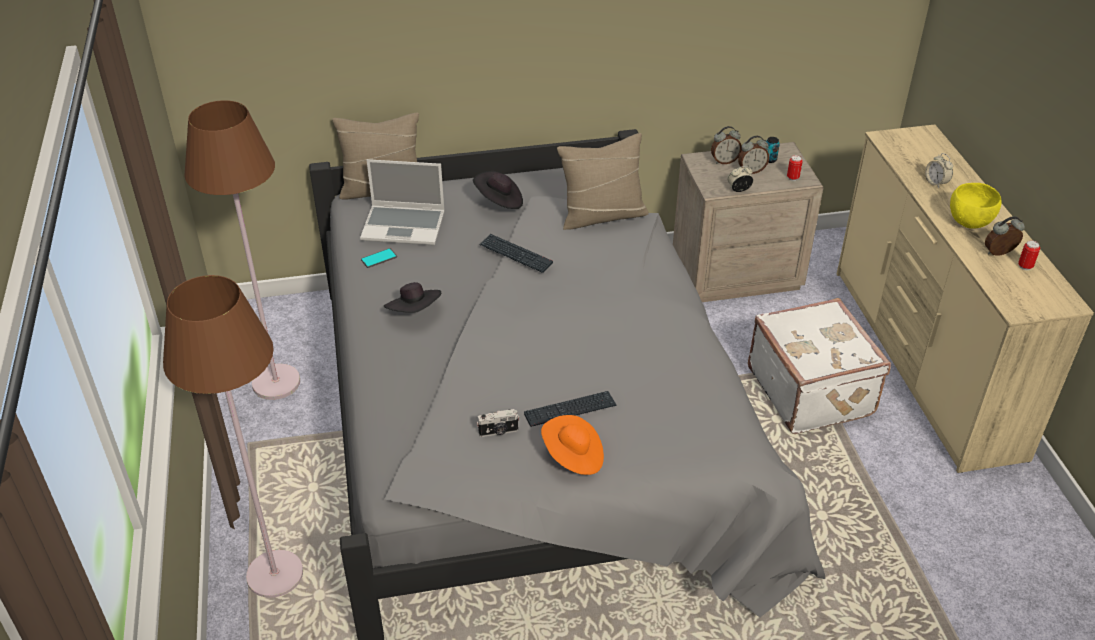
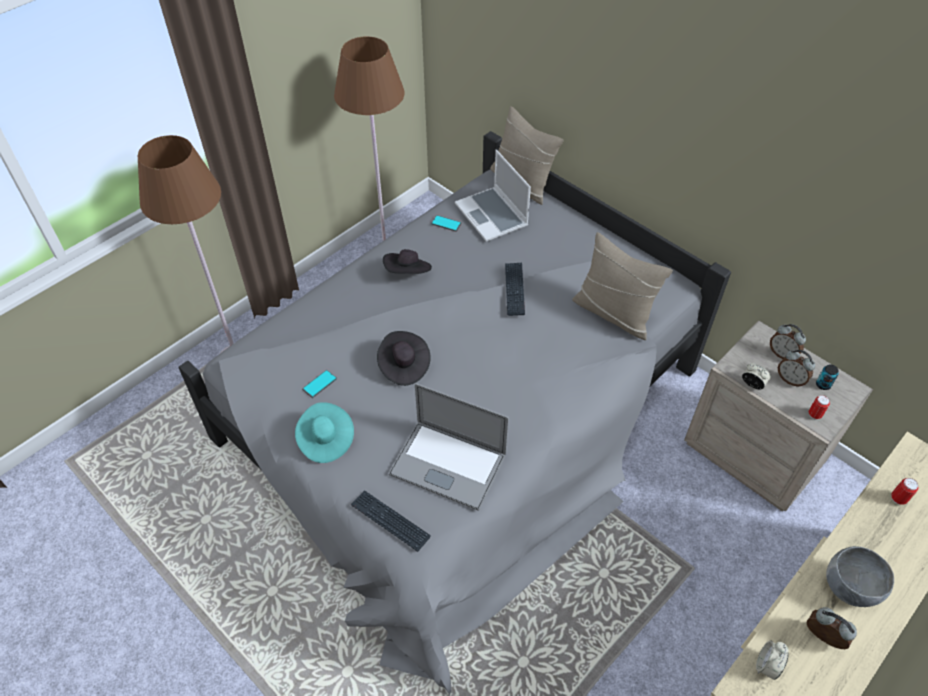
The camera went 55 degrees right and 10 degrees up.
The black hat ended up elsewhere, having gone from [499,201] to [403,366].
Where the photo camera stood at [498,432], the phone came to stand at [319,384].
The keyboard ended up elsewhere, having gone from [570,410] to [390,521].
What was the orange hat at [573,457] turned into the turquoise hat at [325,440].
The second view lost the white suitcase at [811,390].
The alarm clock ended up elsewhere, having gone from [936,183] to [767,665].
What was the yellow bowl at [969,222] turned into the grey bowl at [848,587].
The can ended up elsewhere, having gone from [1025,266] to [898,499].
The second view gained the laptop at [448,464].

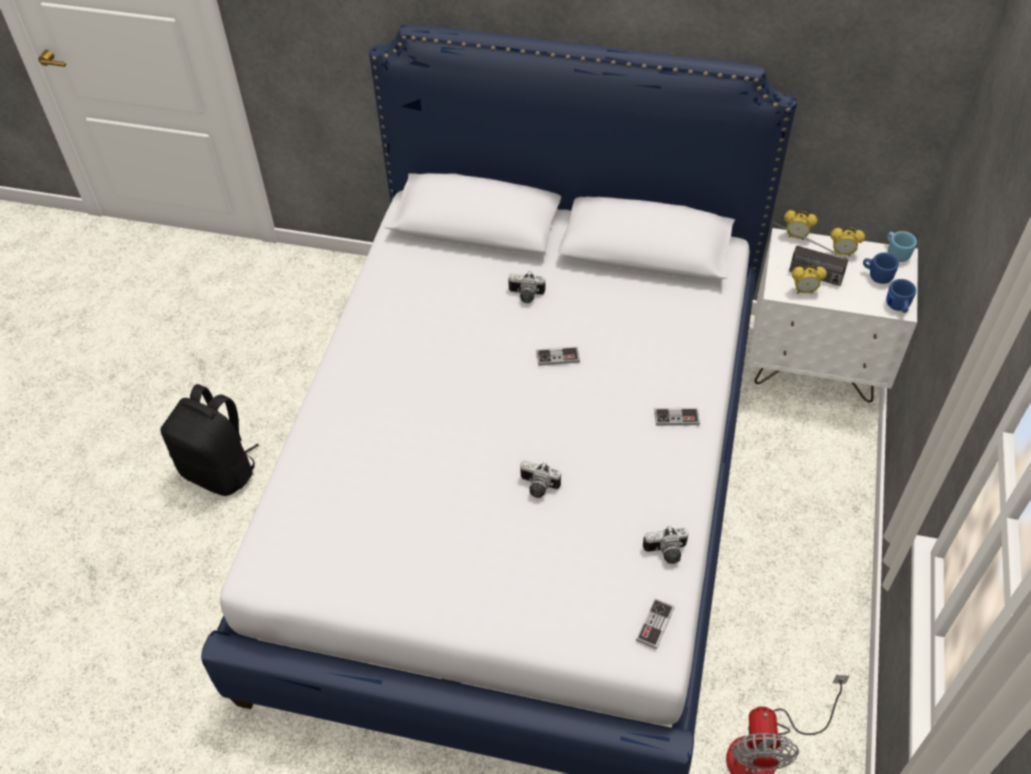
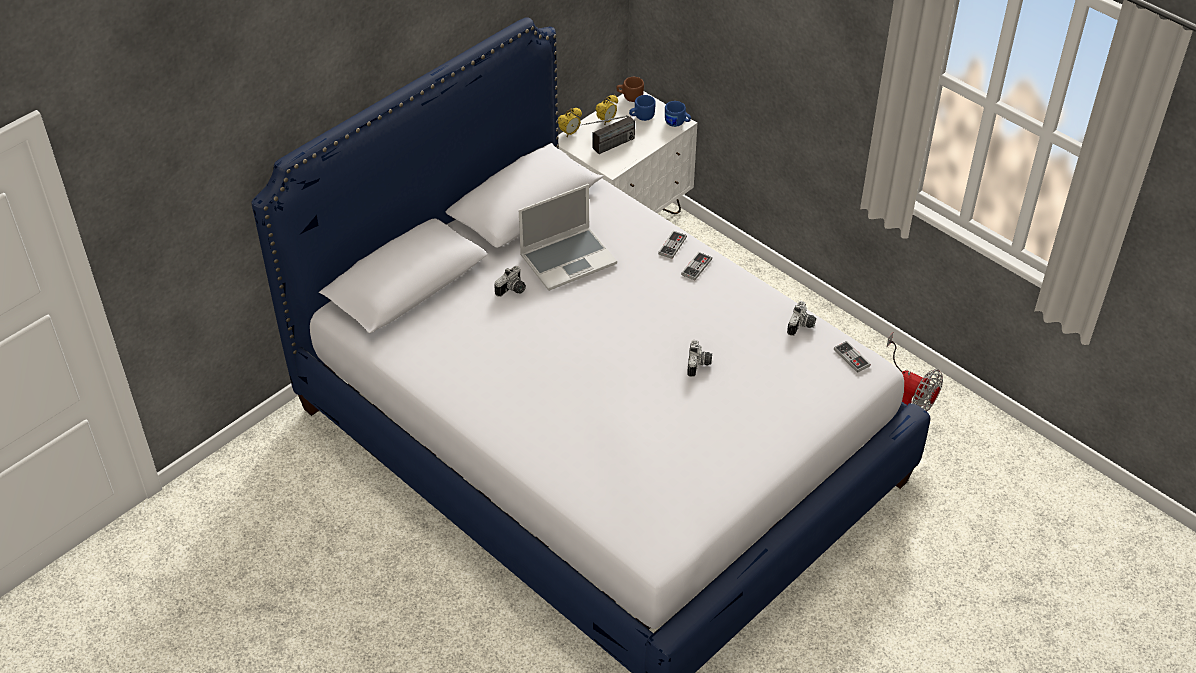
The camera went 60 degrees left and 5 degrees down.
The second view lost the black backpack at [220,470].
The photo camera at [537,487] ended up facing another way, 45 degrees counterclockwise from before.
The game controller ended up elsewhere, having gone from [558,357] to [672,246].
The second view lost the alarm clock at [804,291].
What was the blue mug at [896,253] turned into the brown mug at [630,97].
The second view gained the laptop at [568,259].

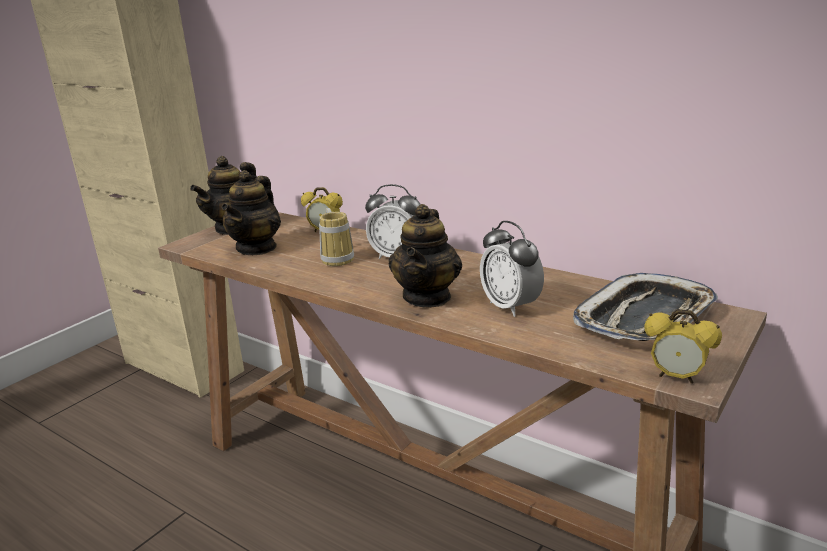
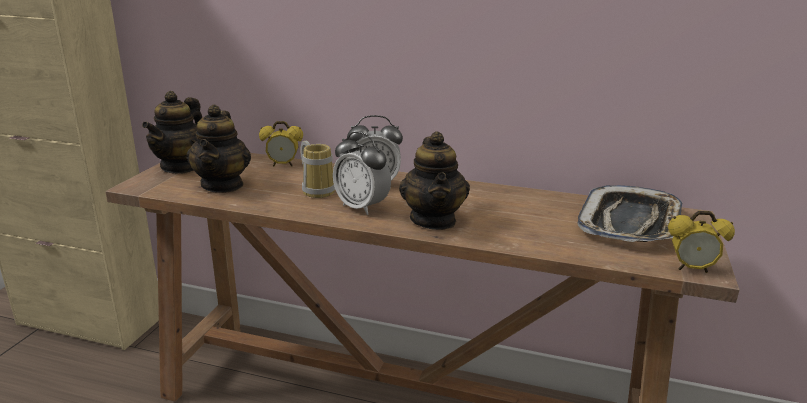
The camera went 20 degrees left and 0 degrees up.
The alarm clock ended up elsewhere, having gone from [510,306] to [362,207].

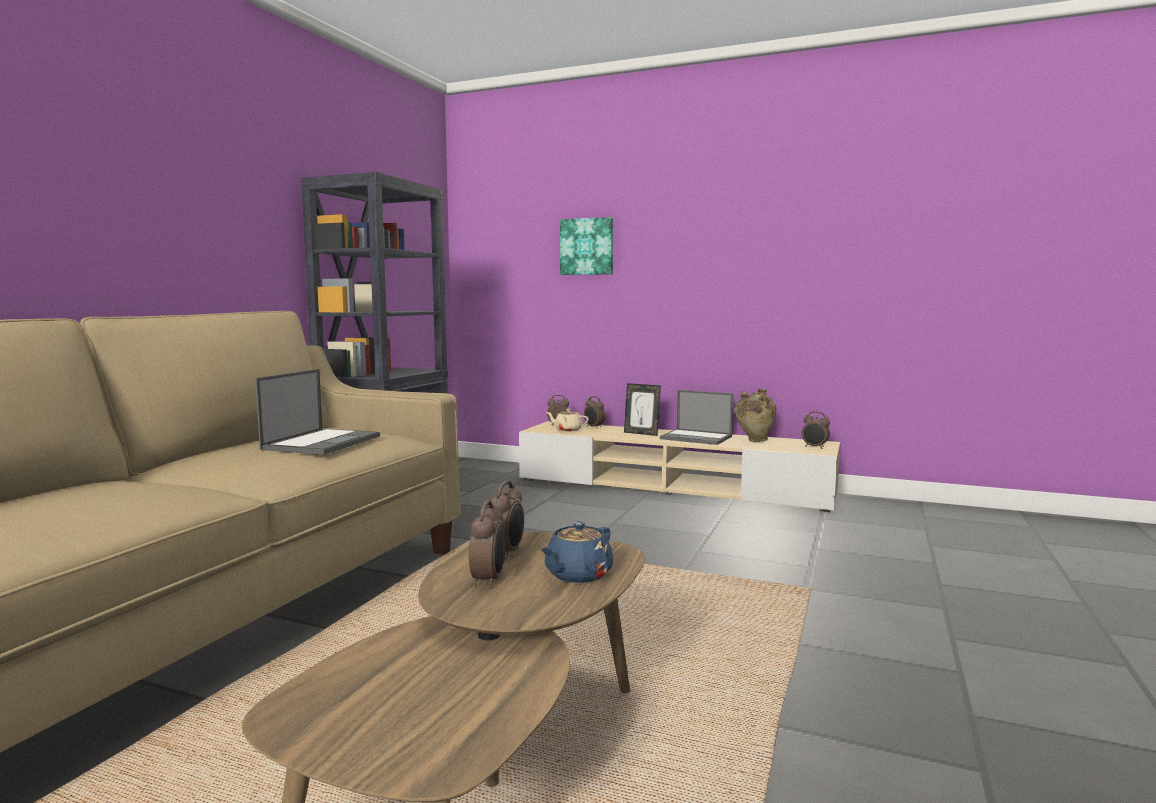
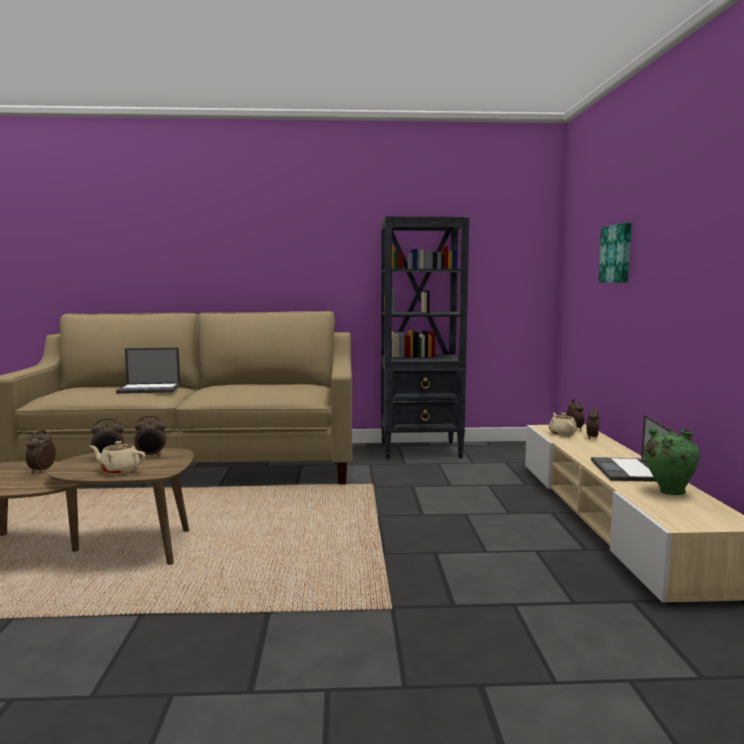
The camera went 65 degrees right and 0 degrees up.
The laptop ended up elsewhere, having gone from [322,442] to [150,389].
What was the blue teapot at [577,575] turned into the beige teapot at [119,470].
The second view lost the picture frame at [641,433].
What was the beige vase at [754,440] turned into the green vase at [668,491].
The alarm clock ended up elsewhere, having gone from [814,447] to [41,471].

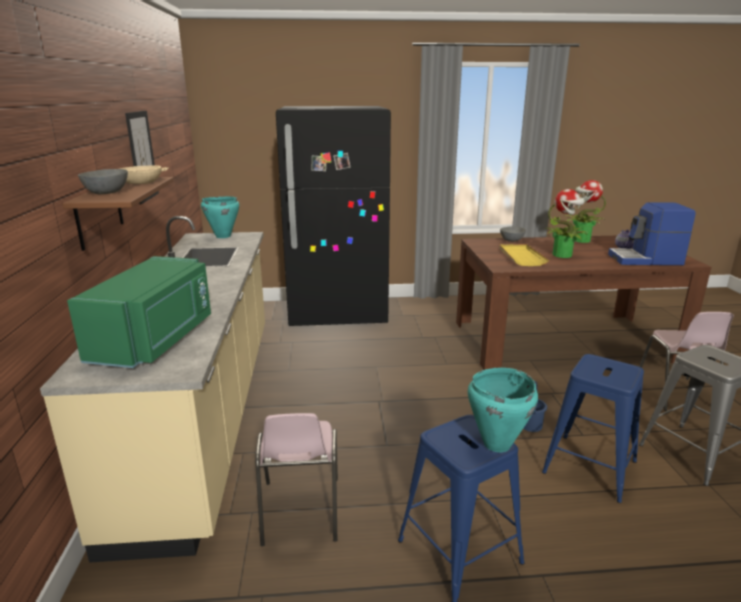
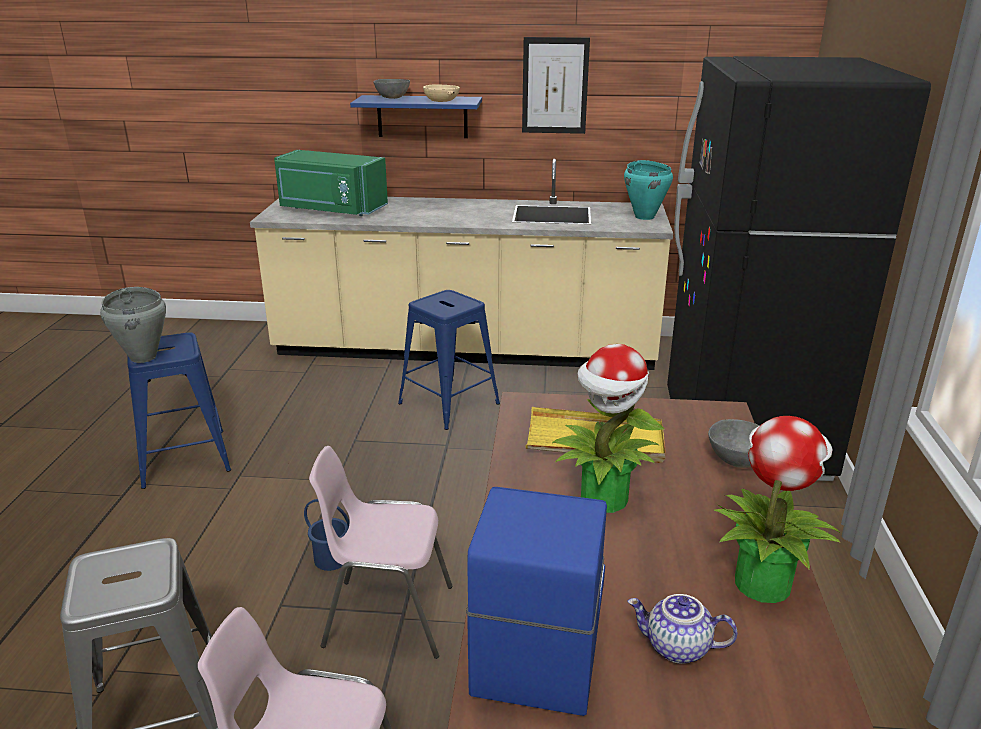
The camera went 100 degrees right and 5 degrees up.
What was the brown shelf at [99,212] turned into the blue shelf at [422,116].
The pink chair ended up elsewhere, having gone from [299,511] to [387,616].
What was the turquoise cooking pot at [496,444] turned into the grey cooking pot at [144,357].
The blue stool ended up elsewhere, having gone from [590,467] to [448,403].

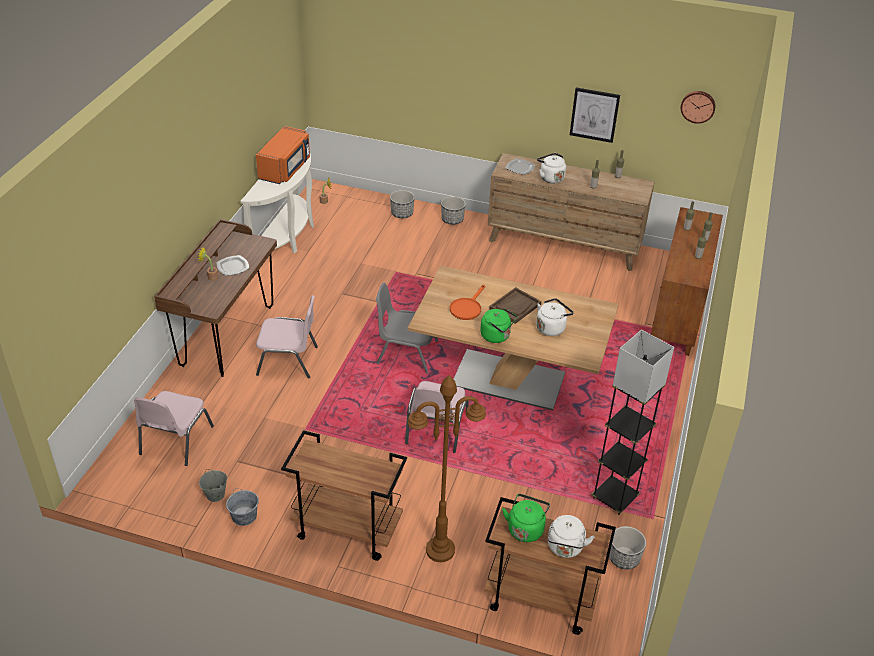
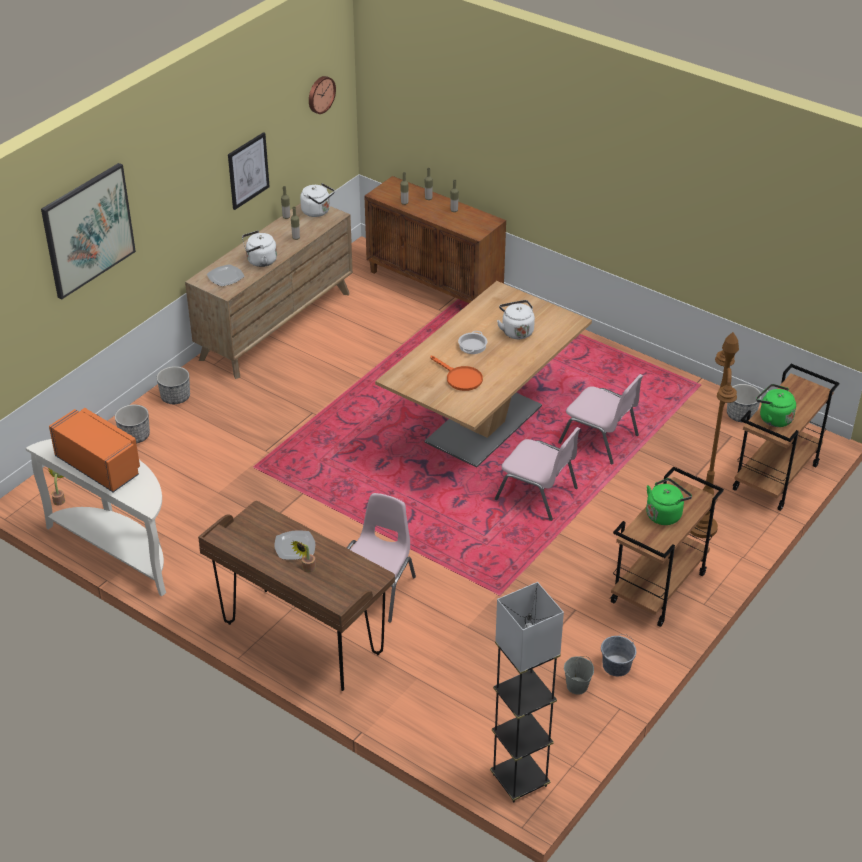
The camera went 70 degrees left and 0 degrees up.
The pink chair ended up elsewhere, having gone from [175,441] to [600,439].
The second view lost the grey chair at [406,352].
The green kettle ended up elsewhere, having gone from [497,336] to [665,514].
Where the brown tray stood at [515,306], the cooking pot came to stand at [472,346].
The white kettle ended up elsewhere, having gone from [565,548] to [317,212].
The grey floor lamp ended up elsewhere, having gone from [614,498] to [519,780].
The second view gained the picture at [88,230].

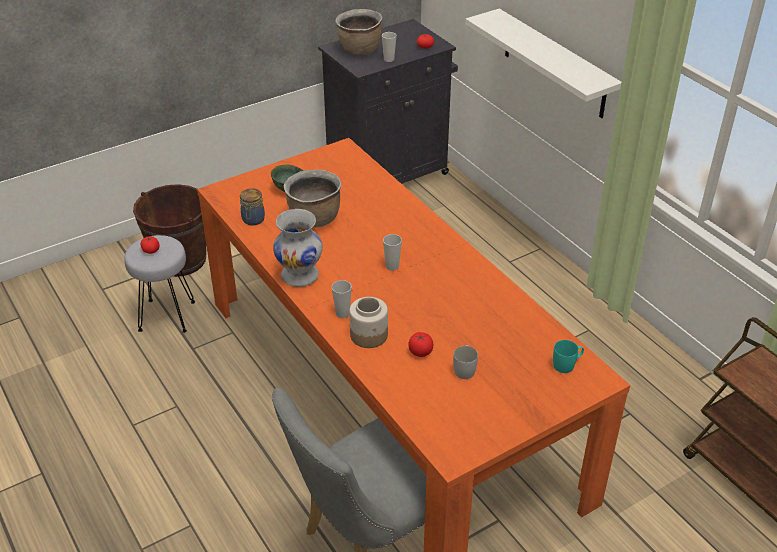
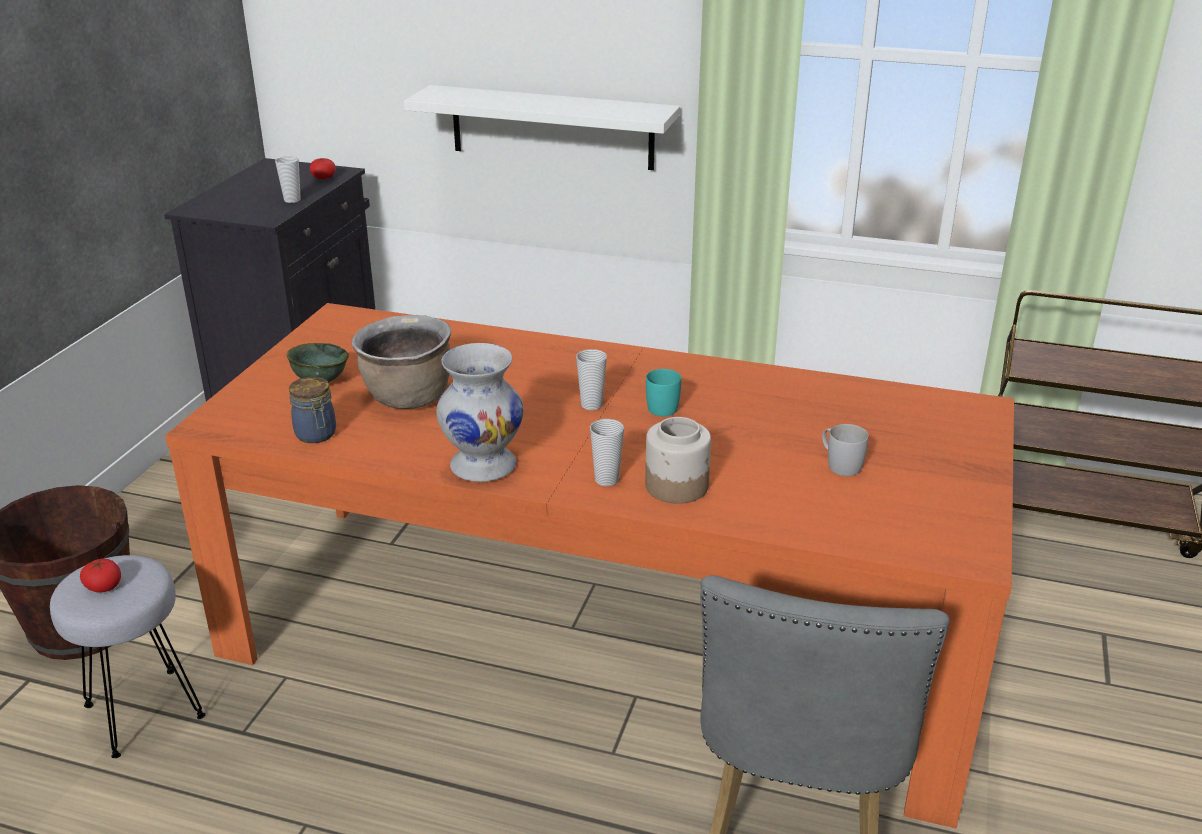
The camera went 40 degrees left and 10 degrees down.
The second view lost the brown cooking pot at [359,50].
The second view lost the tomato at [420,352].
The turquoise mug ended up elsewhere, having gone from [567,364] to [665,406].

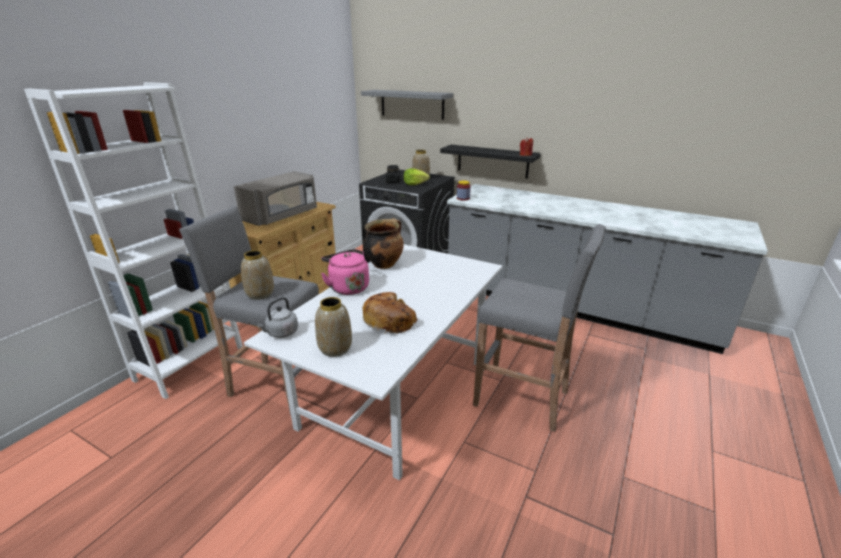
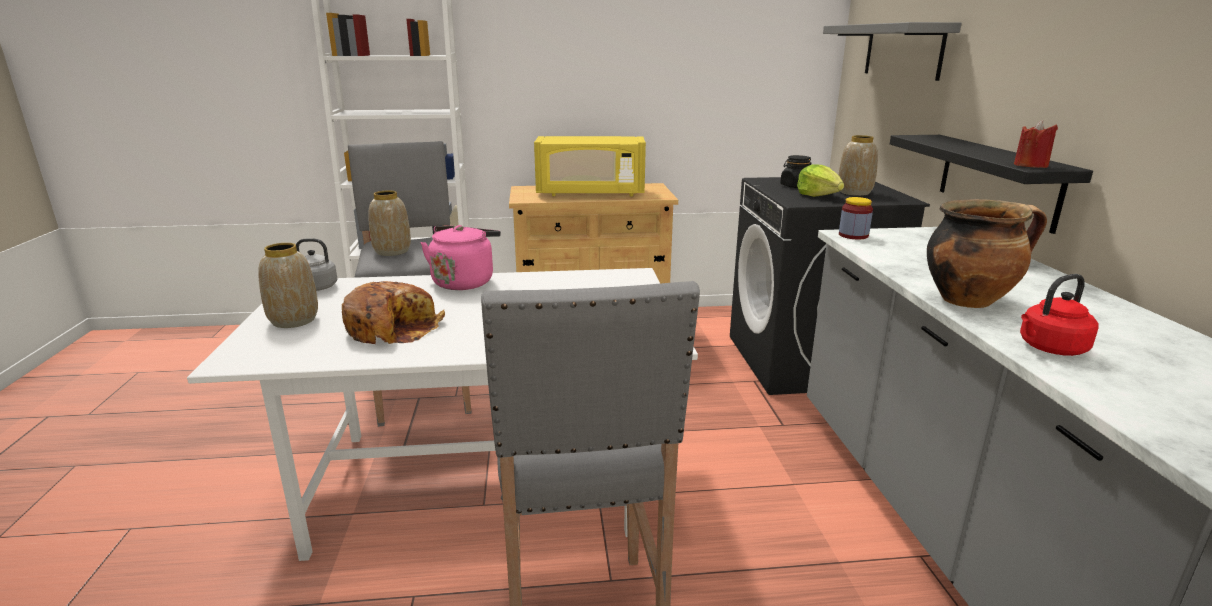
The camera went 55 degrees right and 5 degrees down.
What was the grey microwave at [282,216] turned into the yellow microwave at [590,193].
The cooking pot ended up elsewhere, having gone from [384,264] to [968,300].
The second view gained the red kettle at [1049,348].

